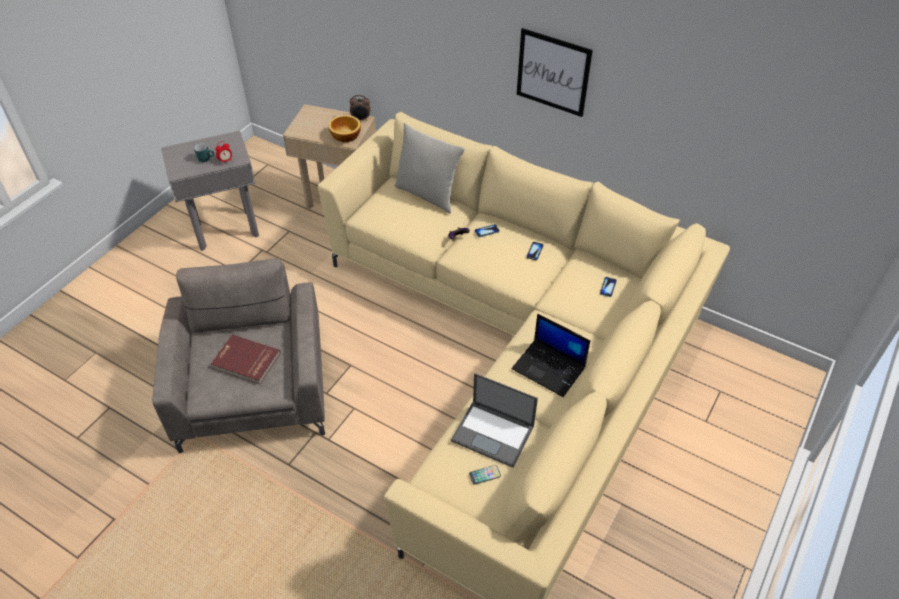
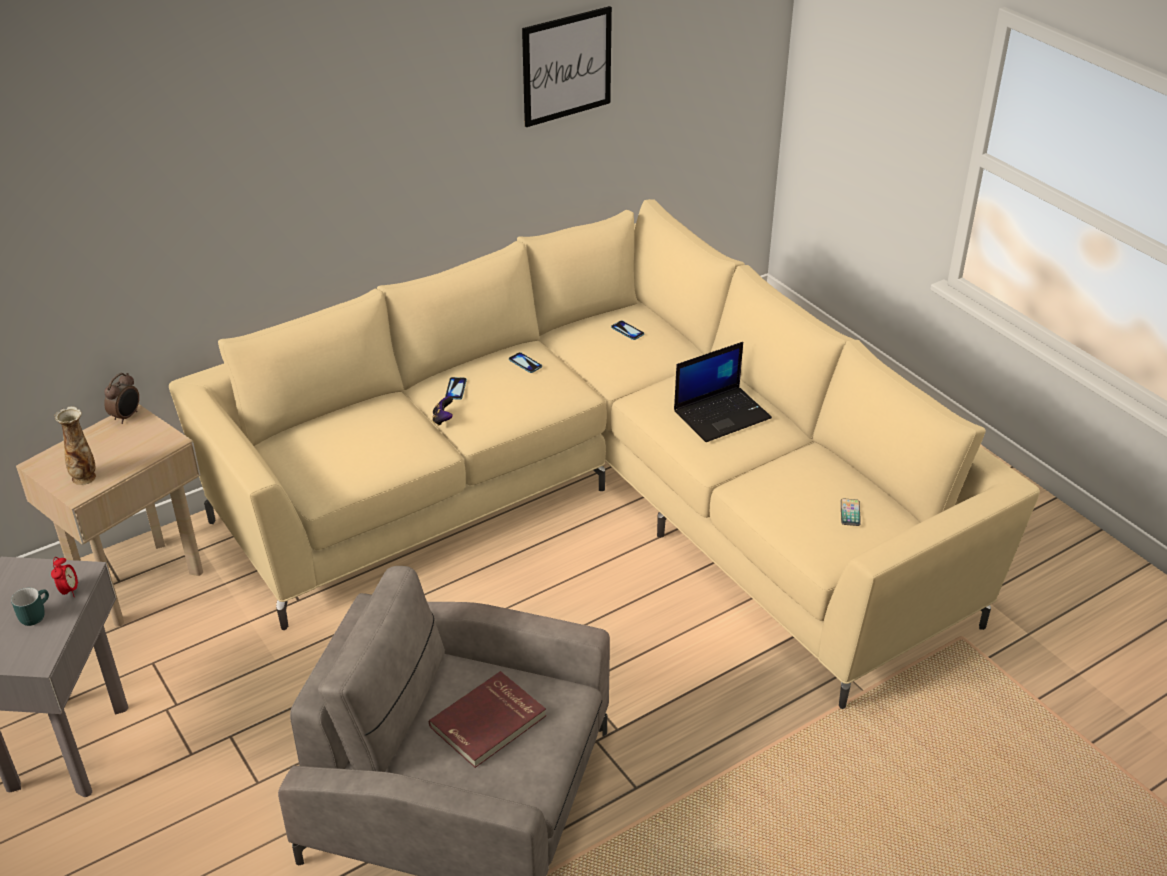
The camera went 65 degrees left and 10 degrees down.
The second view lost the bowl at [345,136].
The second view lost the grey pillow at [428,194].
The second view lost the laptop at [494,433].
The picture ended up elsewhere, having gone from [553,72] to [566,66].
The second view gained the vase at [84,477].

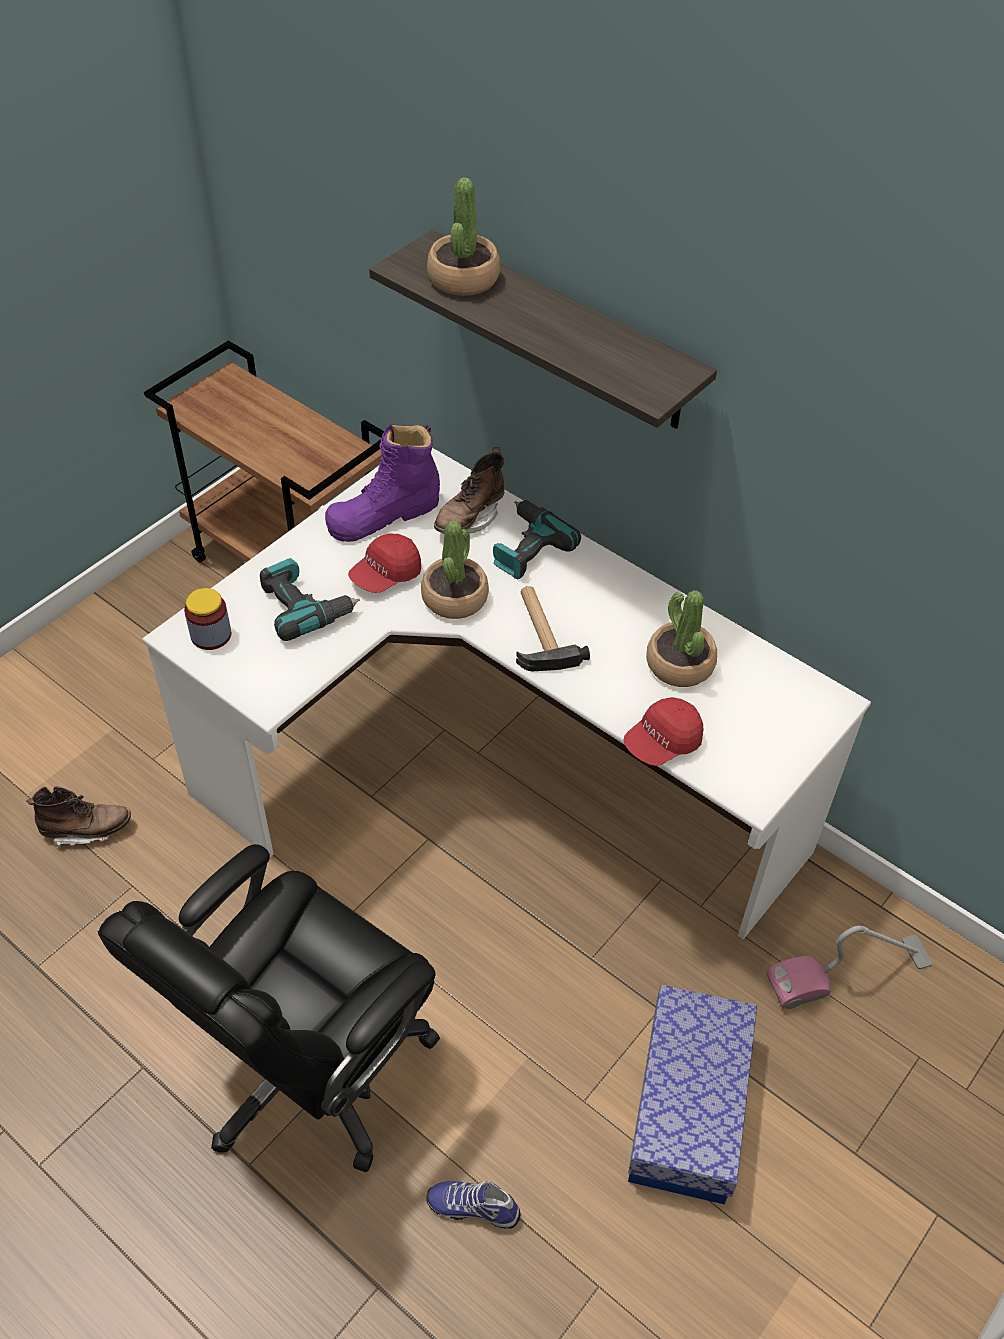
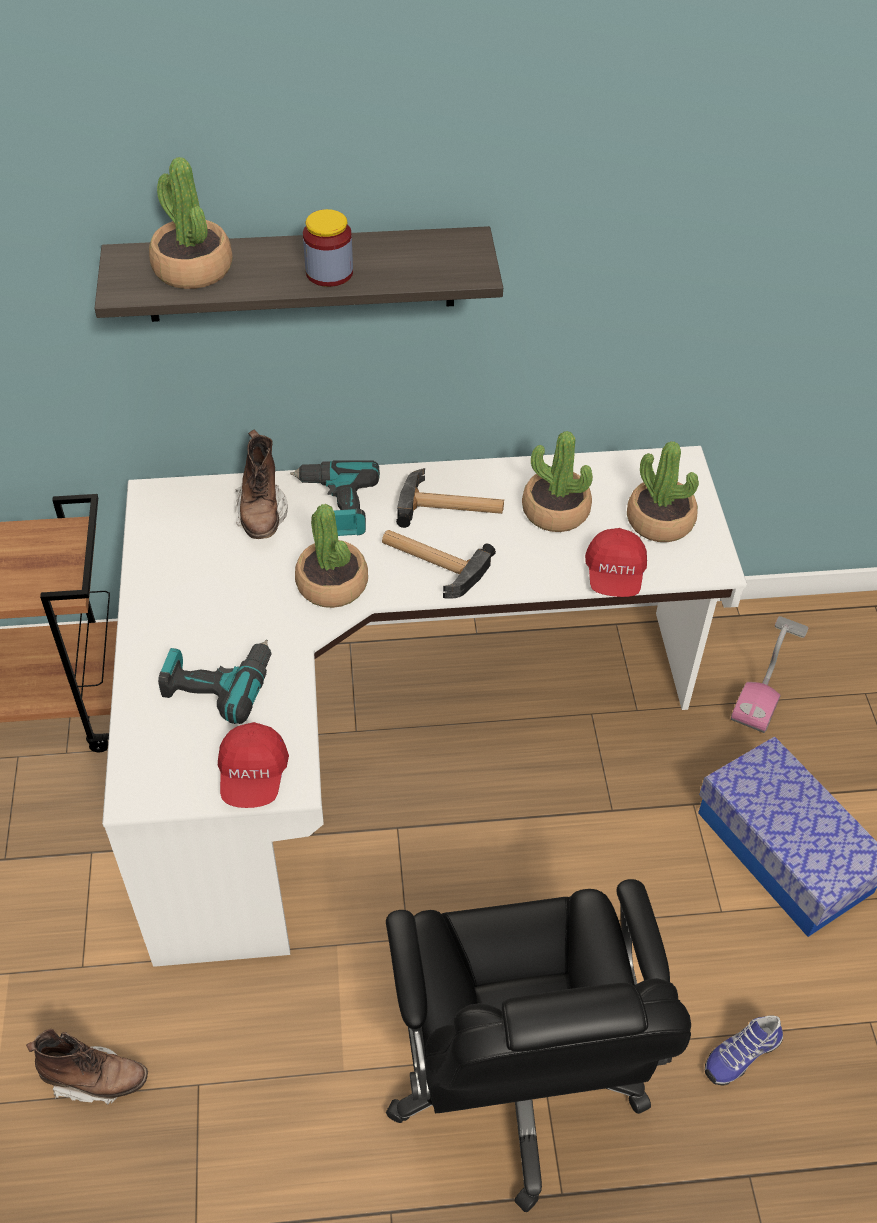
The camera went 45 degrees left and 0 degrees up.
The brown boot at [87,829] ended up facing another way, 60 degrees clockwise from before.
The jar ended up elsewhere, having gone from [211,635] to [329,273].
The second view lost the purple boot at [384,515].
The red cap ended up elsewhere, having gone from [386,575] to [253,776].
The second view gained the hammer at [451,507].
The second view gained the potted plant at [660,521].

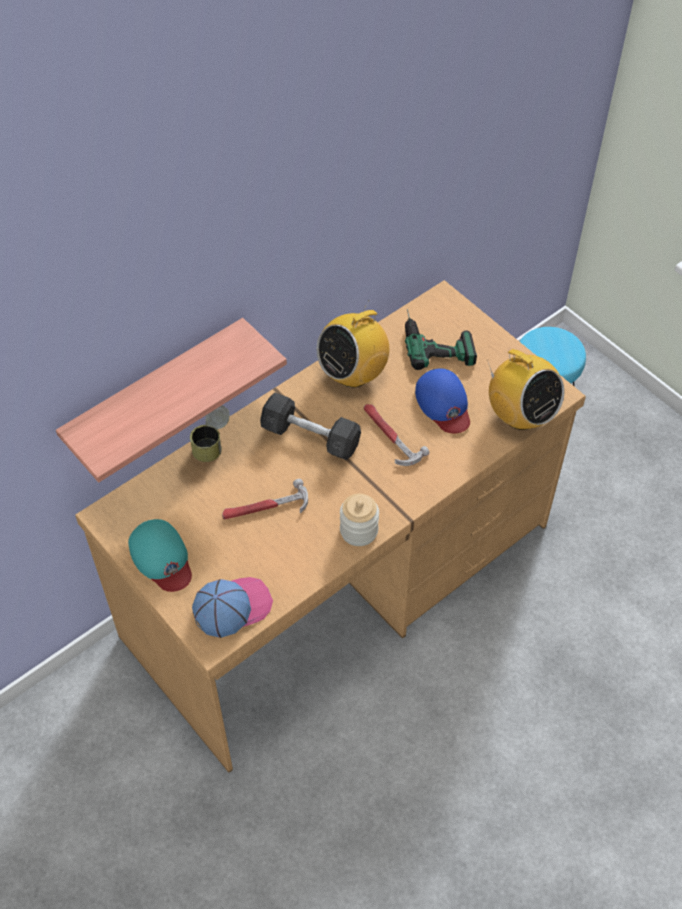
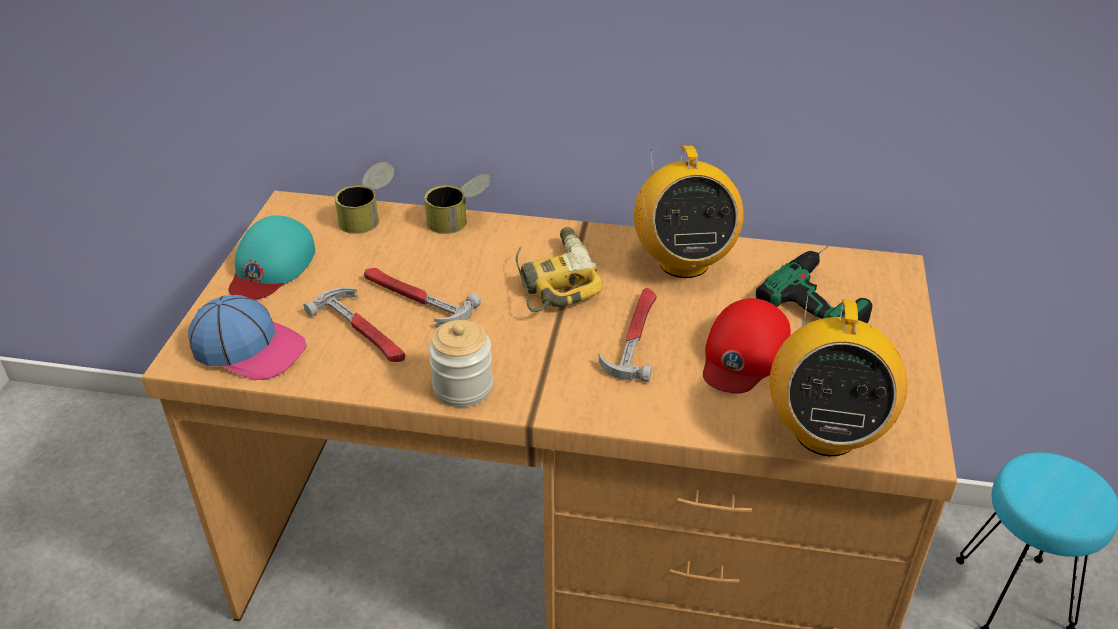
The camera went 50 degrees right and 15 degrees down.
The second view lost the shelf at [156,394].
Where the grey dumbbell stood at [310,437], the power drill came to stand at [553,279].
The radio at [353,374] ended up facing another way, 105 degrees counterclockwise from before.
What was the blue cap at [443,404] turned into the red cap at [743,354].
The second view gained the hammer at [363,331].
The second view gained the can at [369,217].

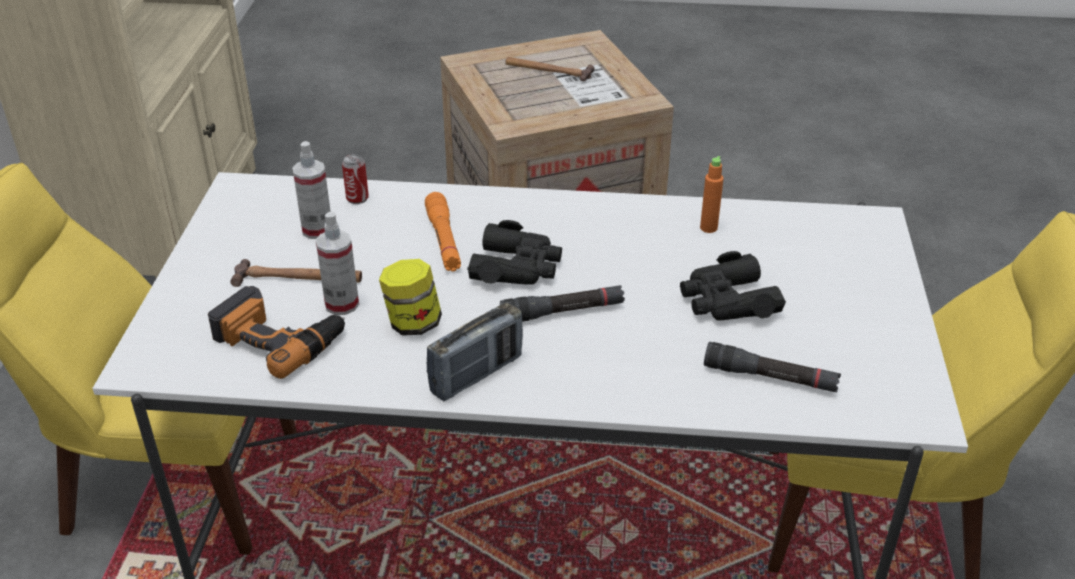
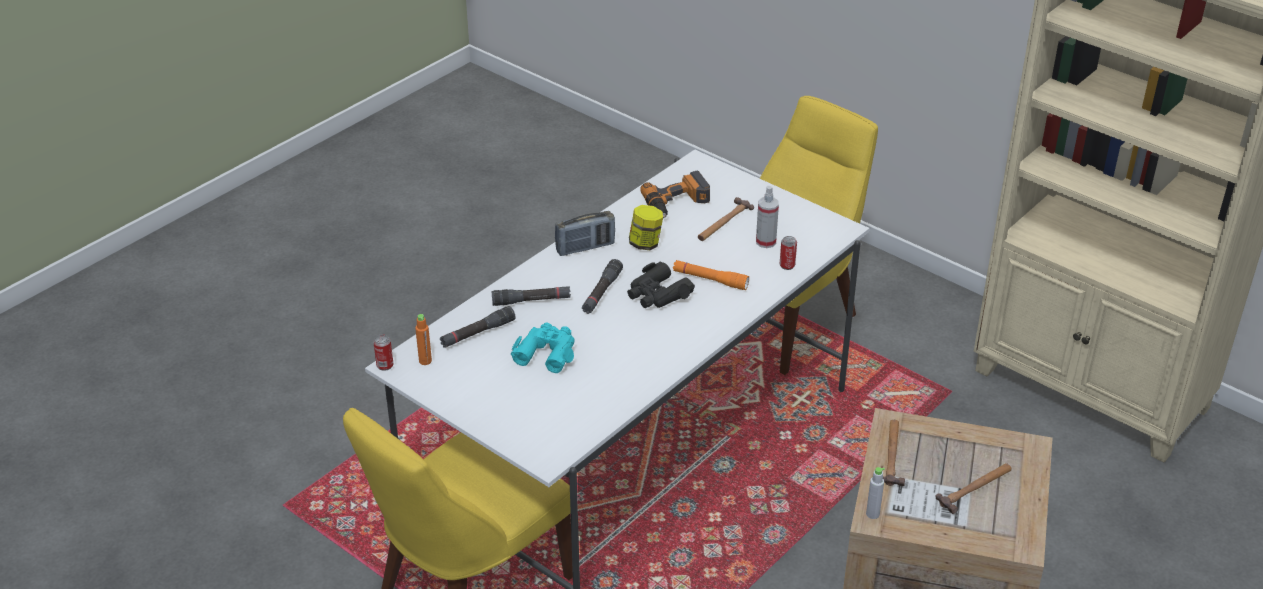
The camera went 125 degrees right and 0 degrees up.
The second view lost the spray bottle at [342,304].
The radio at [476,375] ended up facing another way, 105 degrees counterclockwise from before.
What was the black binoculars at [727,301] turned into the turquoise binoculars at [546,352].
The orange bottle ended up elsewhere, having gone from [708,228] to [425,361].
The second view gained the can at [385,365].
The second view gained the black flashlight at [531,301].
The second view gained the grey bottle at [872,514].
The second view gained the hammer at [893,454].

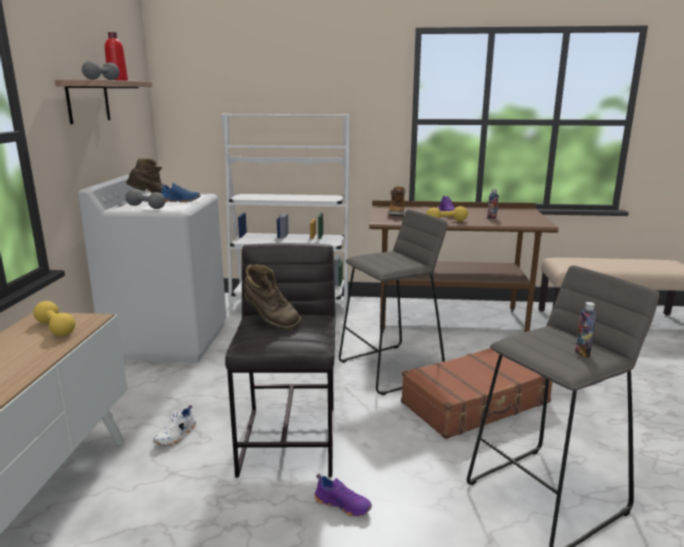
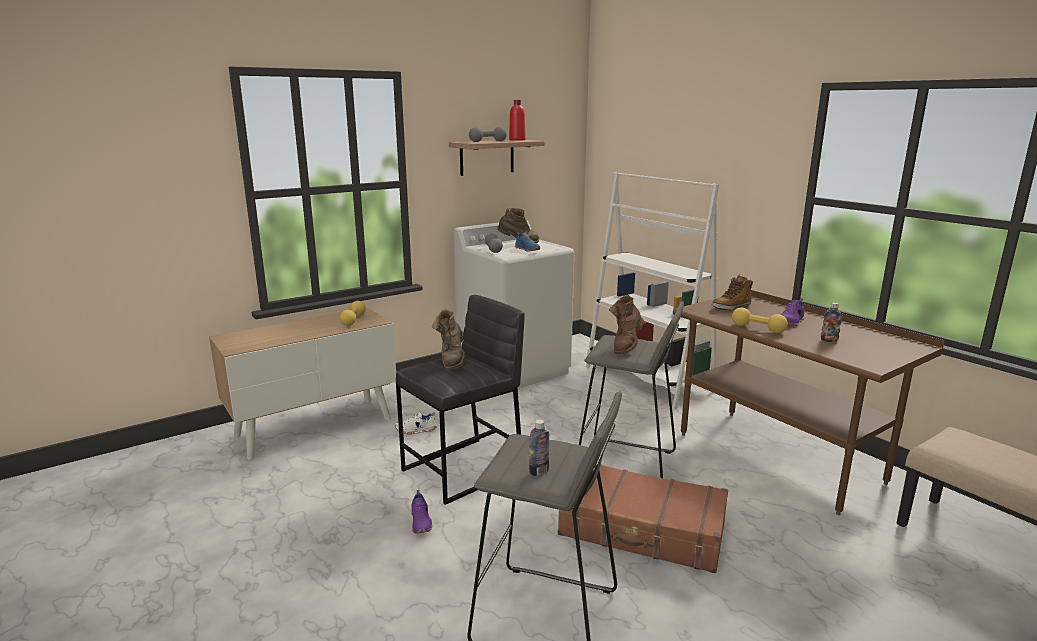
The camera went 50 degrees right and 0 degrees up.
The second view gained the brown boot at [626,346].

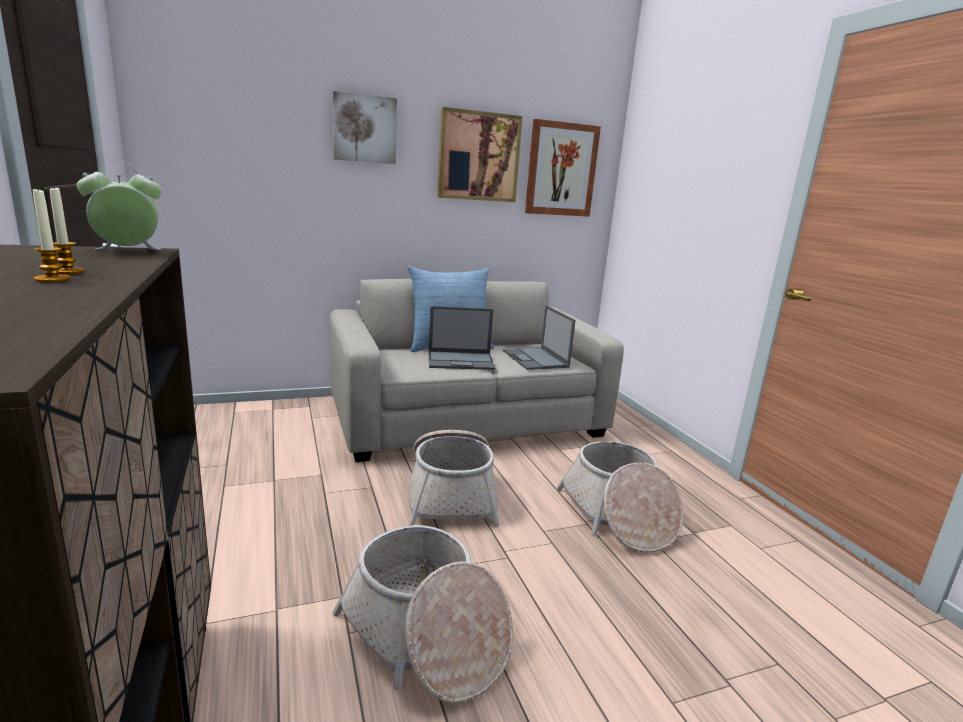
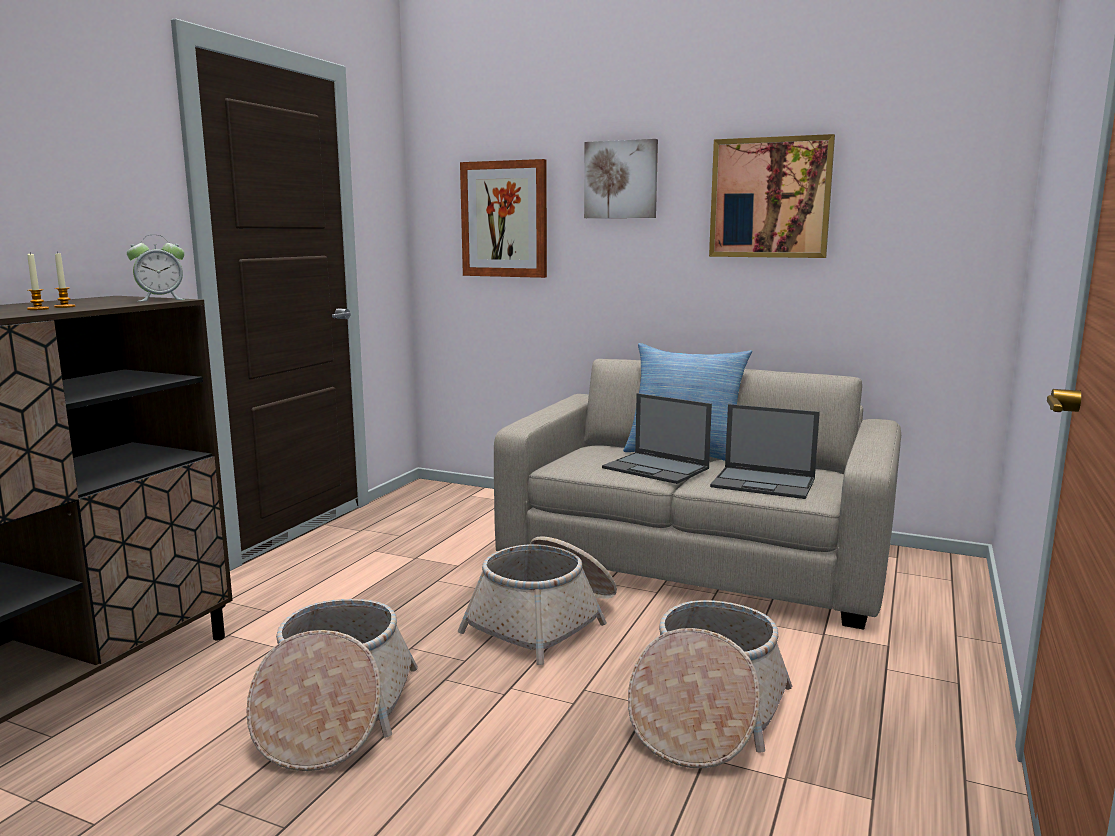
The camera went 45 degrees right and 5 degrees down.
The alarm clock at [128,251] ended up facing another way, 135 degrees clockwise from before.
The laptop at [535,359] ended up facing another way, 90 degrees counterclockwise from before.
The picture ended up elsewhere, having gone from [561,169] to [504,219].

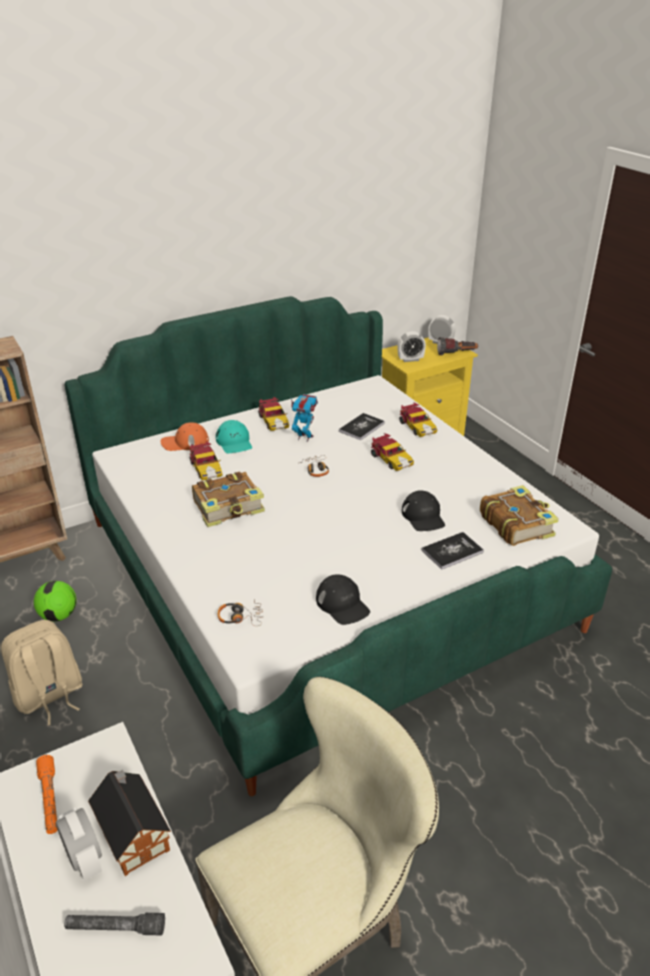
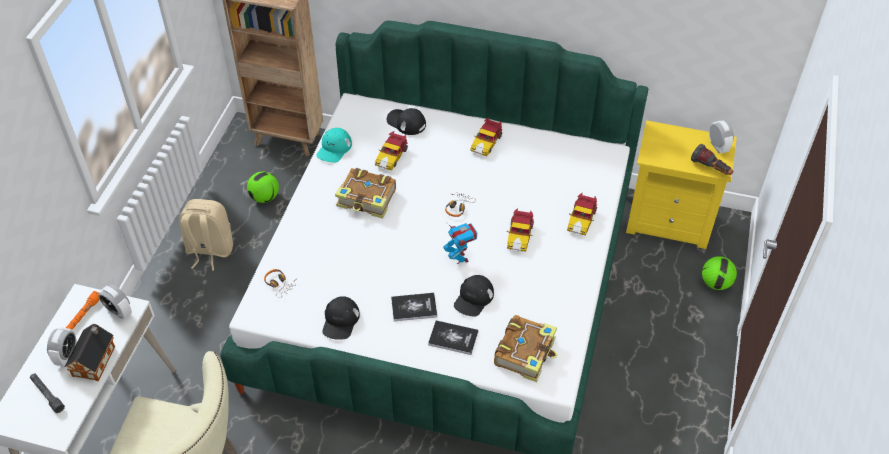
The camera went 45 degrees right and 15 degrees up.
What was the orange cap at [185,442] turned into the black cap at [406,122].
The turquoise cap ended up elsewhere, having gone from [234,442] to [334,148].
The toy robot ended up elsewhere, having gone from [304,437] to [460,258].
The book ended up elsewhere, having gone from [361,427] to [414,307].
The alarm clock ended up elsewhere, having gone from [410,359] to [119,311].
The second view gained the football at [715,283].

